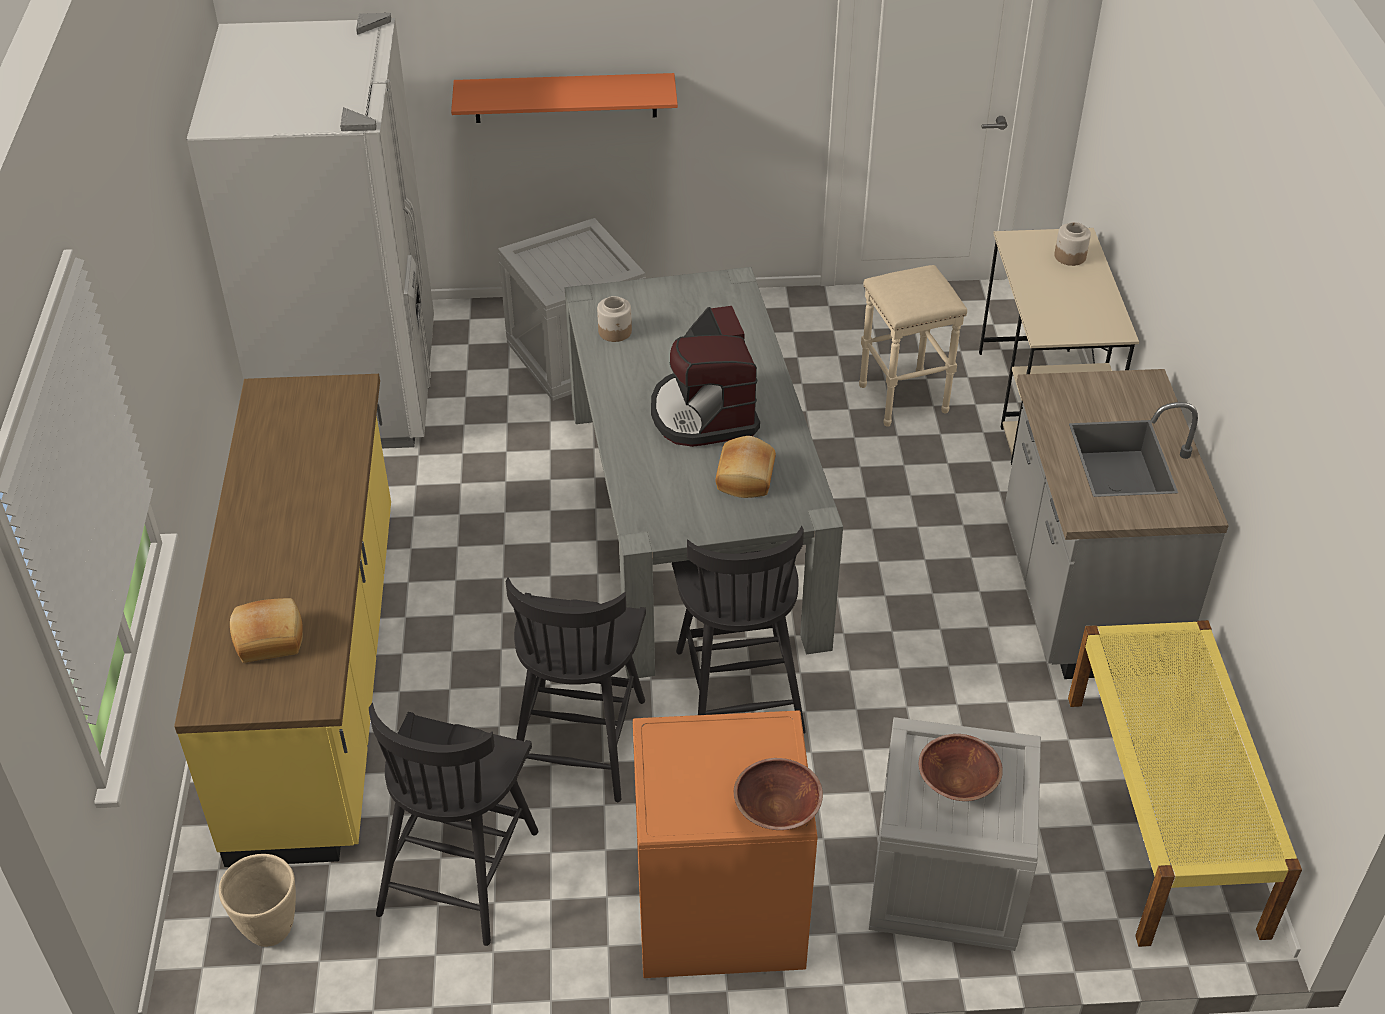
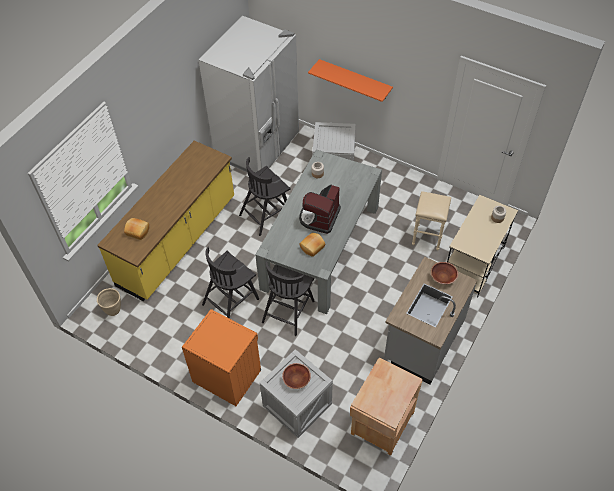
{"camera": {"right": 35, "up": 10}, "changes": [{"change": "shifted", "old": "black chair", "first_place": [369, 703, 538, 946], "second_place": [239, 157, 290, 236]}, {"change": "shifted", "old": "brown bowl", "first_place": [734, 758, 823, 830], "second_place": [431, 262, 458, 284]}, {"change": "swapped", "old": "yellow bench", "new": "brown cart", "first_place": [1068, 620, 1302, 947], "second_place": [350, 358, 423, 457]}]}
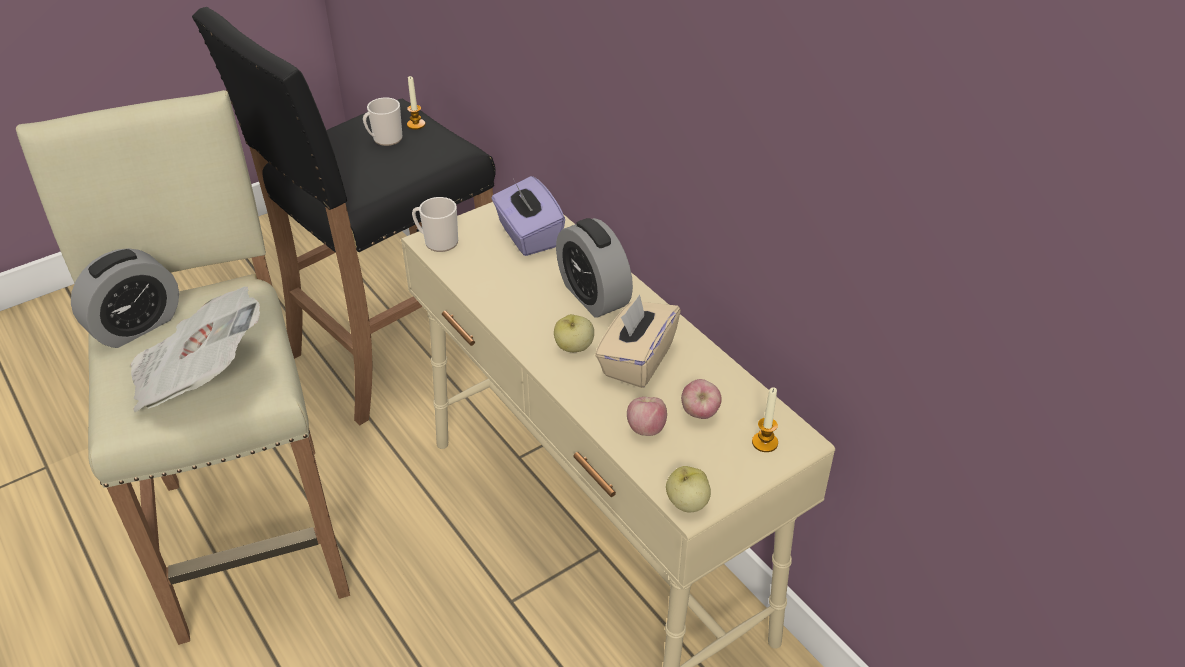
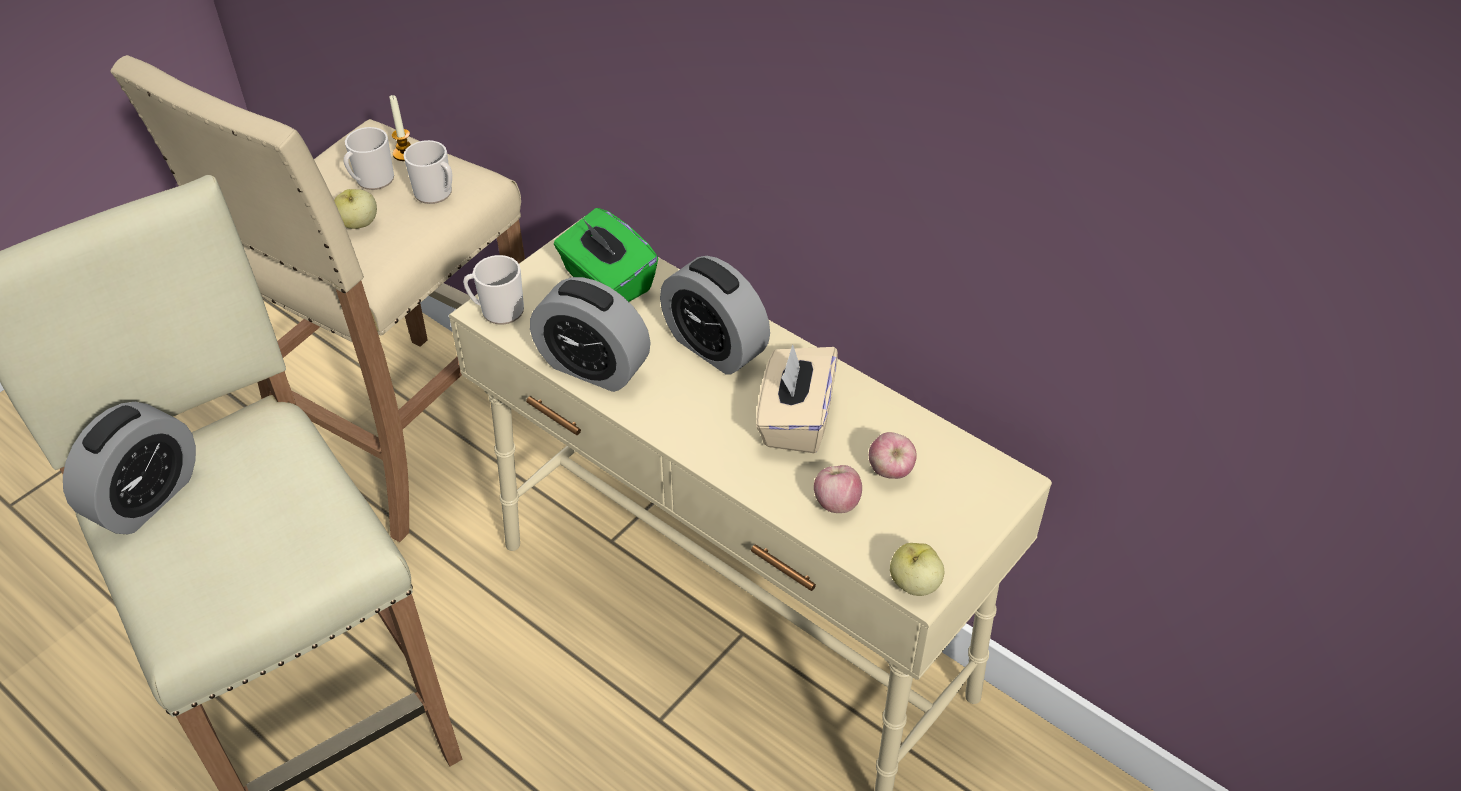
{"camera": {"right": -15, "up": 5}, "changes": [{"change": "gone", "old": "newspaper", "first_place": [131, 286, 260, 412]}, {"change": "repainted", "old": "black stool", "new": "beige stool", "first_place": [192, 7, 496, 426], "second_place": [110, 55, 525, 542]}, {"change": "repainted", "old": "purple tissue box", "new": "green tissue box", "first_place": [491, 176, 565, 256], "second_place": [554, 208, 658, 302]}, {"change": "shifted", "old": "apple", "first_place": [554, 314, 594, 352], "second_place": [334, 189, 377, 229]}, {"change": "gone", "old": "candle", "first_place": [752, 387, 778, 452]}, {"change": "new", "new": "mug", "second_place": [404, 140, 452, 204]}, {"change": "new", "new": "alarm clock", "second_place": [530, 277, 651, 392]}]}
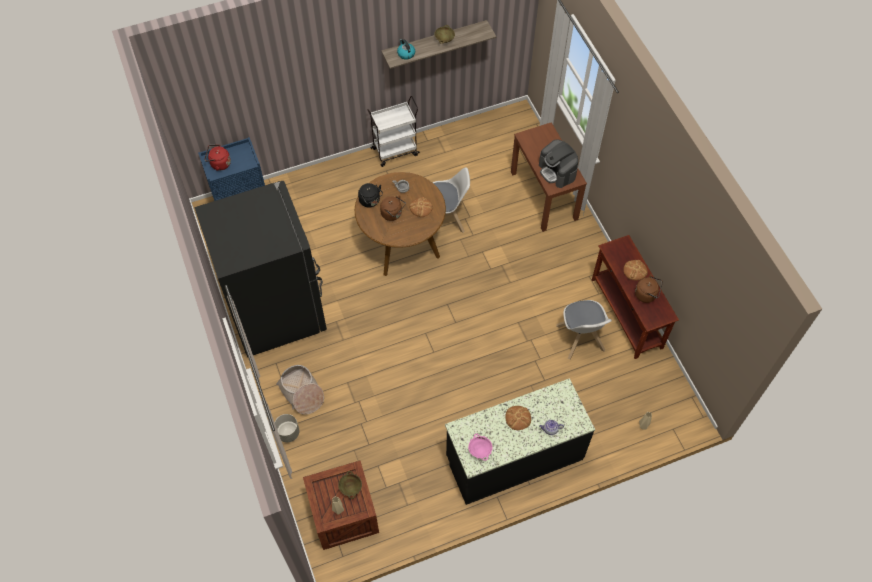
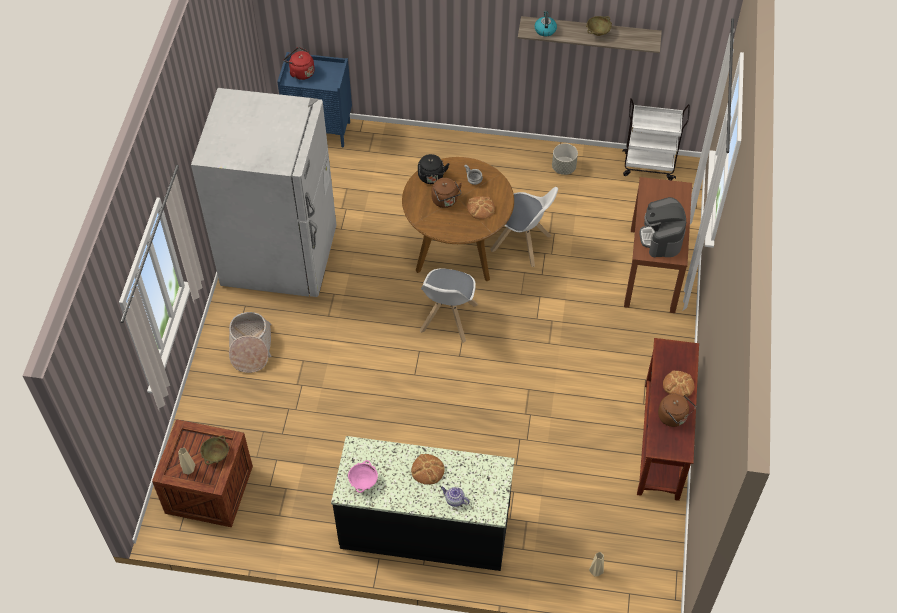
{"camera": {"right": 30, "up": -5}, "changes": [{"change": "repainted", "old": "black fridge", "new": "white fridge", "first_place": [194, 181, 327, 357], "second_place": [191, 88, 336, 297]}, {"change": "shifted", "old": "grey planter", "first_place": [275, 414, 299, 442], "second_place": [552, 143, 578, 175]}, {"change": "shifted", "old": "white cart", "first_place": [367, 96, 420, 167], "second_place": [622, 98, 690, 181]}, {"change": "shifted", "old": "chair", "first_place": [556, 300, 612, 360], "second_place": [420, 268, 478, 343]}]}
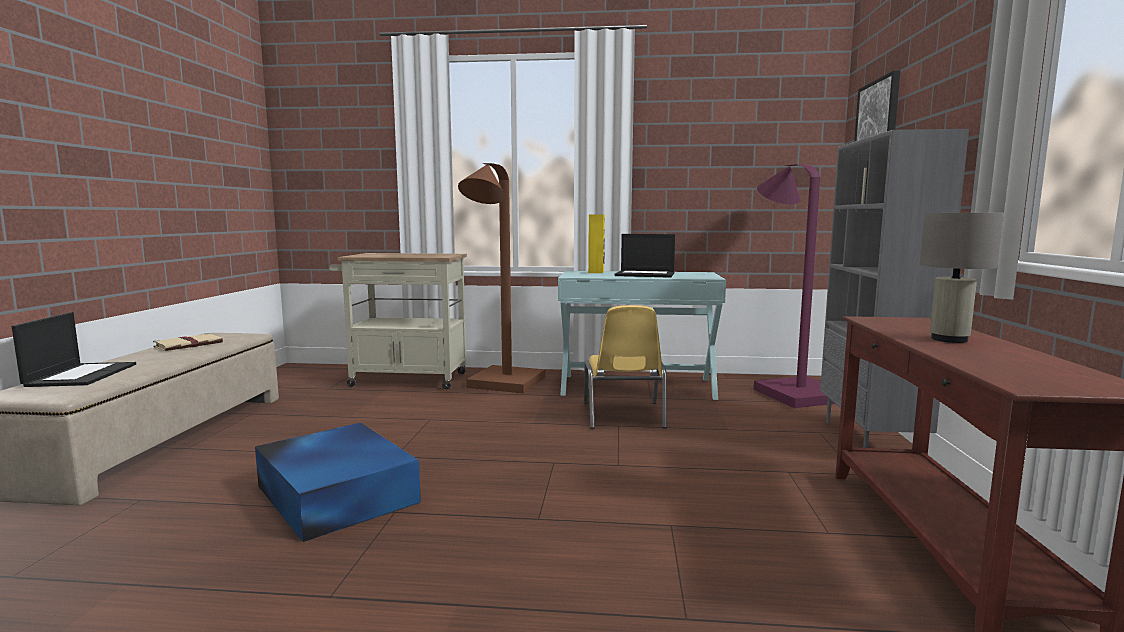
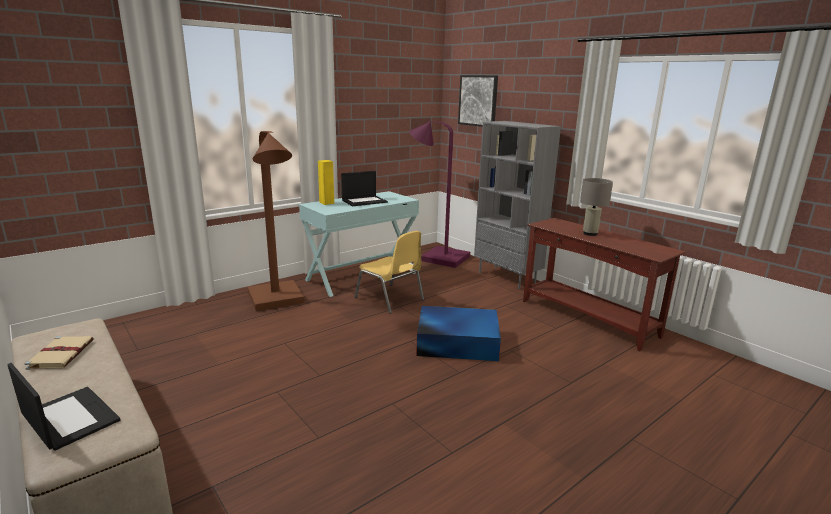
{"camera": {"right": -45, "up": 10}, "changes": [{"change": "shifted", "old": "blue storage box", "first_place": [255, 423, 421, 542], "second_place": [416, 306, 501, 361]}, {"change": "gone", "old": "beige cart", "first_place": [329, 253, 467, 390]}]}
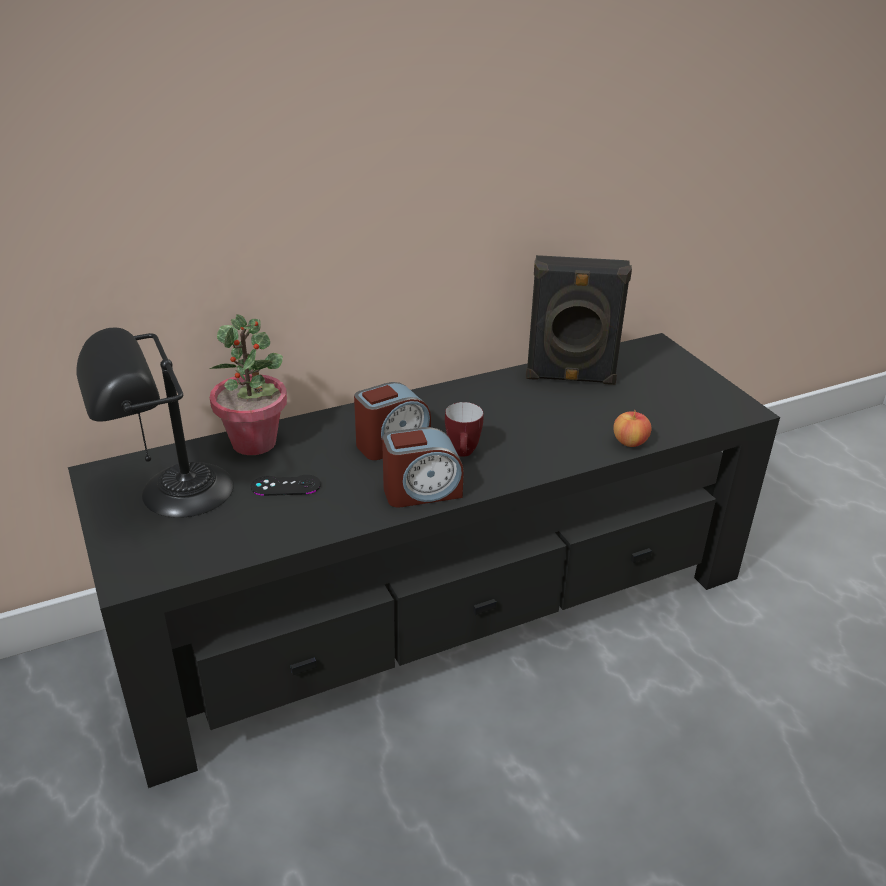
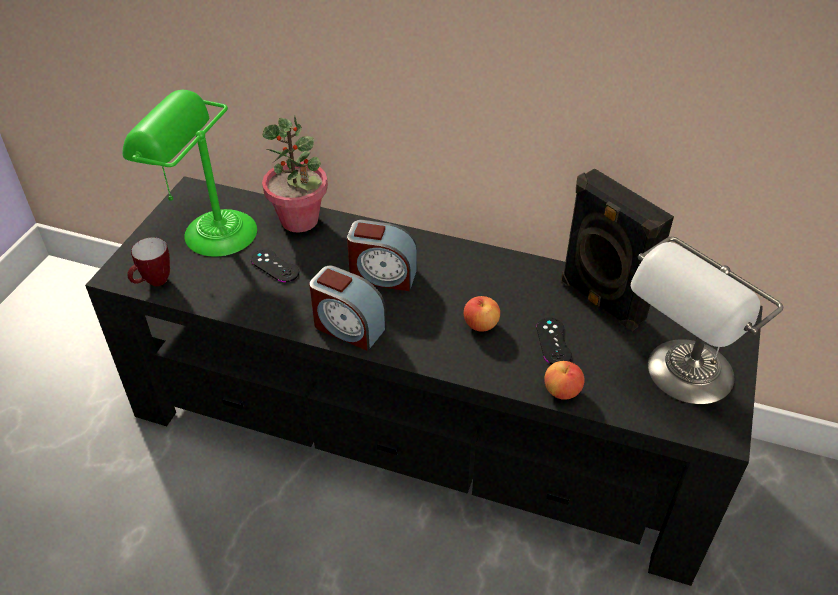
{"camera": {"right": 45, "up": 10}, "changes": [{"change": "repainted", "old": "black table lamp", "new": "green table lamp", "first_place": [76, 328, 234, 518], "second_place": [123, 90, 257, 257]}, {"change": "shifted", "old": "mug", "first_place": [445, 402, 484, 457], "second_place": [127, 237, 170, 286]}, {"change": "new", "new": "apple", "second_place": [464, 296, 500, 332]}, {"change": "new", "new": "black game controller", "second_place": [536, 317, 572, 364]}, {"change": "new", "new": "white table lamp", "second_place": [631, 237, 783, 404]}]}
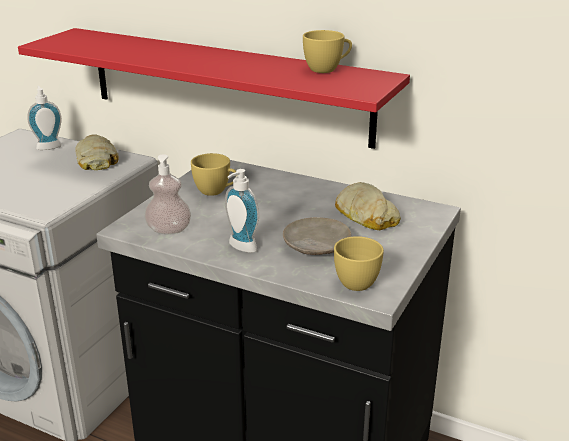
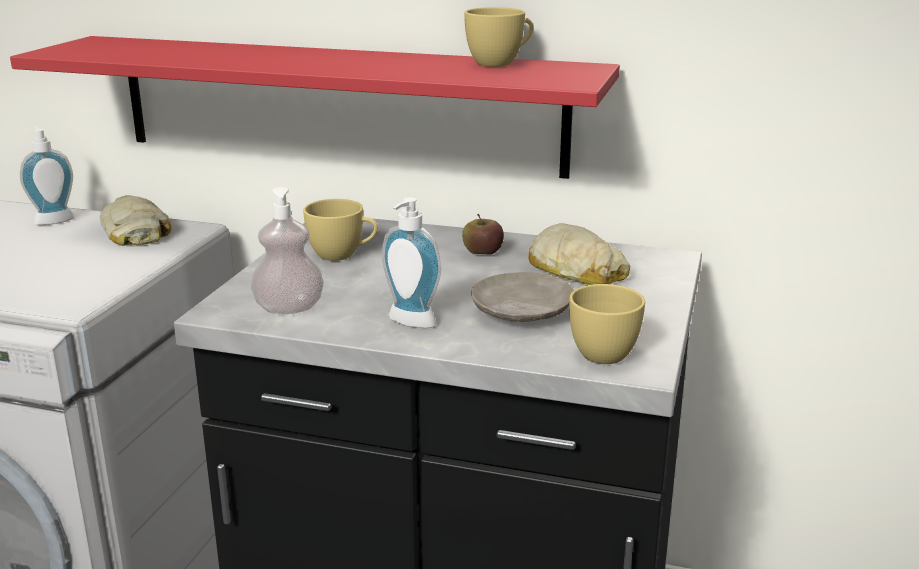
{"camera": {"right": -10, "up": -5}, "changes": [{"change": "new", "new": "apple", "second_place": [462, 214, 504, 255]}]}
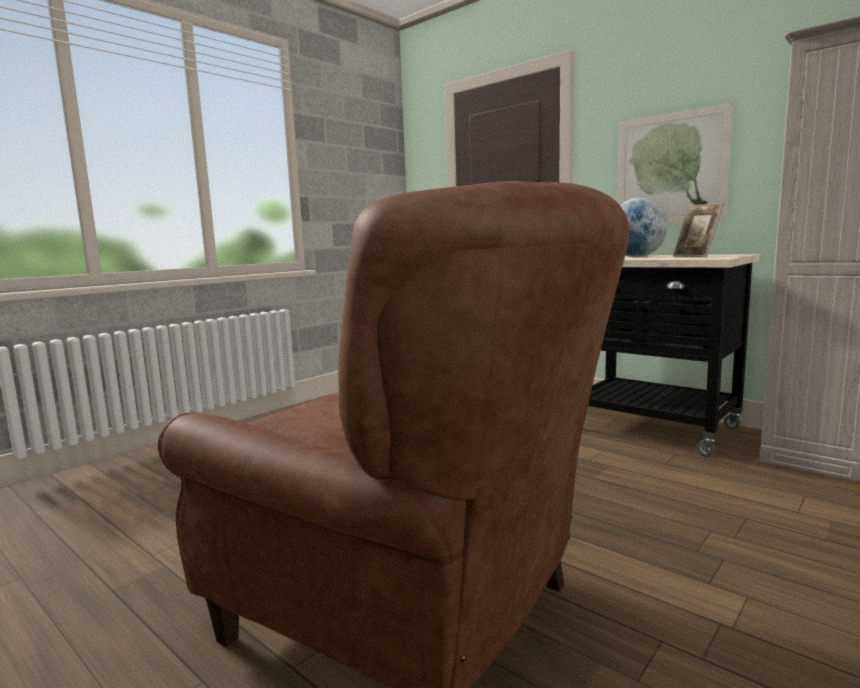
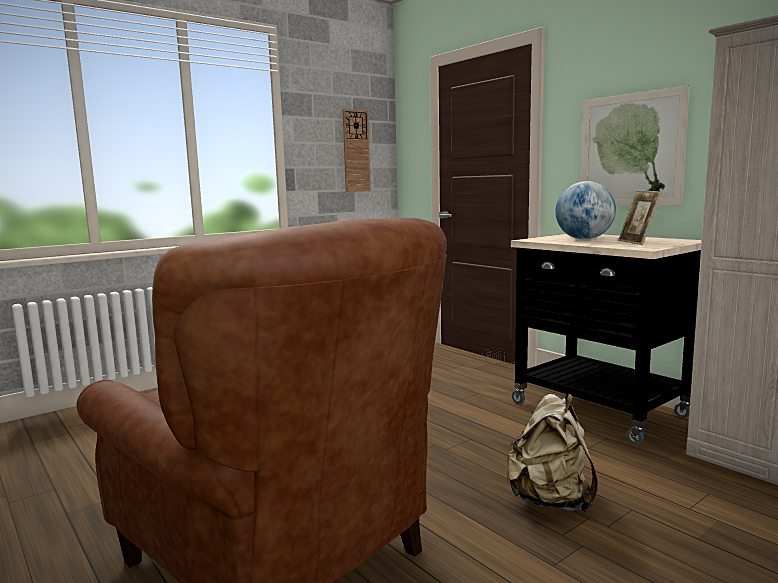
{"camera": {"right": 10, "up": 0}, "changes": [{"change": "new", "new": "wall clock", "second_place": [342, 109, 371, 192]}, {"change": "new", "new": "beige backpack", "second_place": [506, 394, 598, 512]}]}
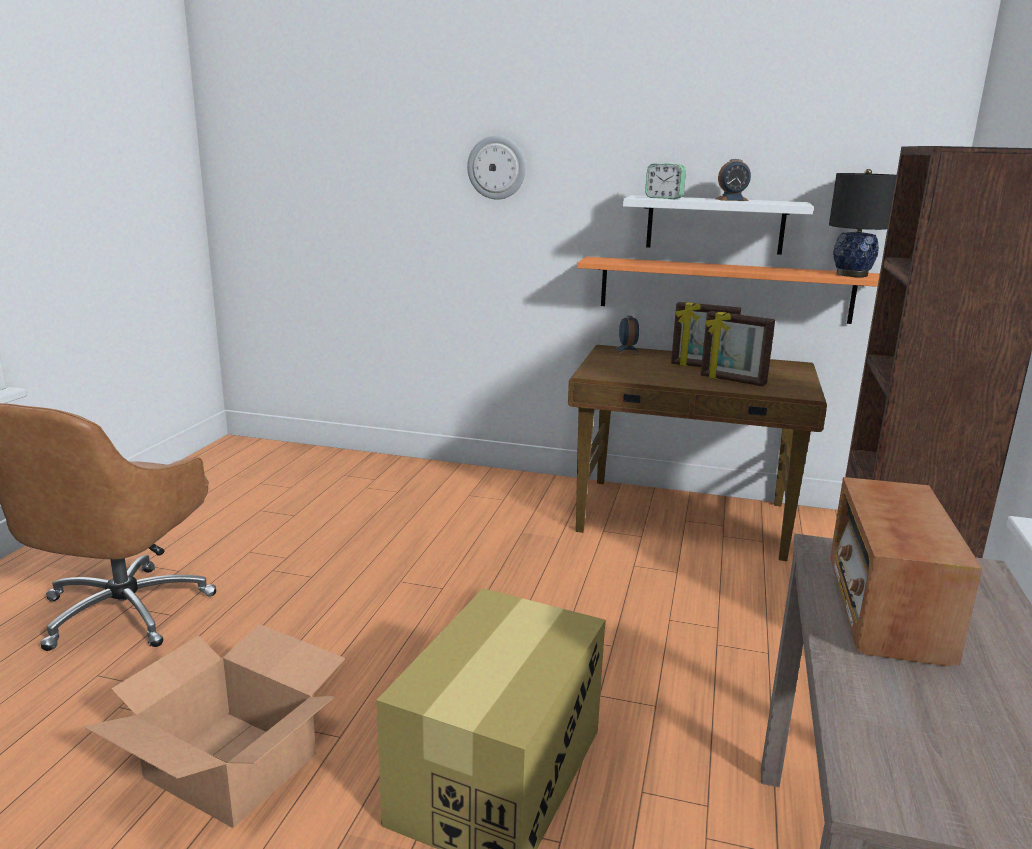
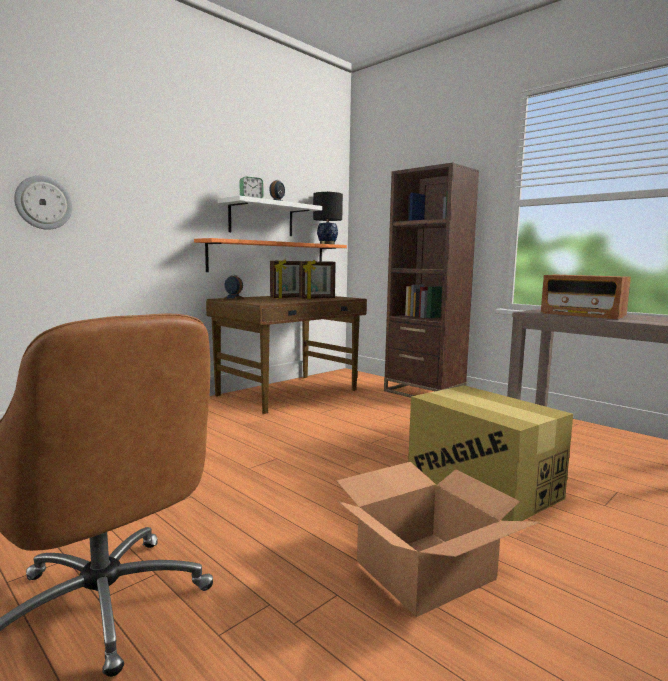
{"camera": {"right": -60, "up": -10}, "changes": [{"change": "shifted", "old": "wall clock", "first_place": [467, 136, 526, 200], "second_place": [14, 176, 73, 230]}]}
